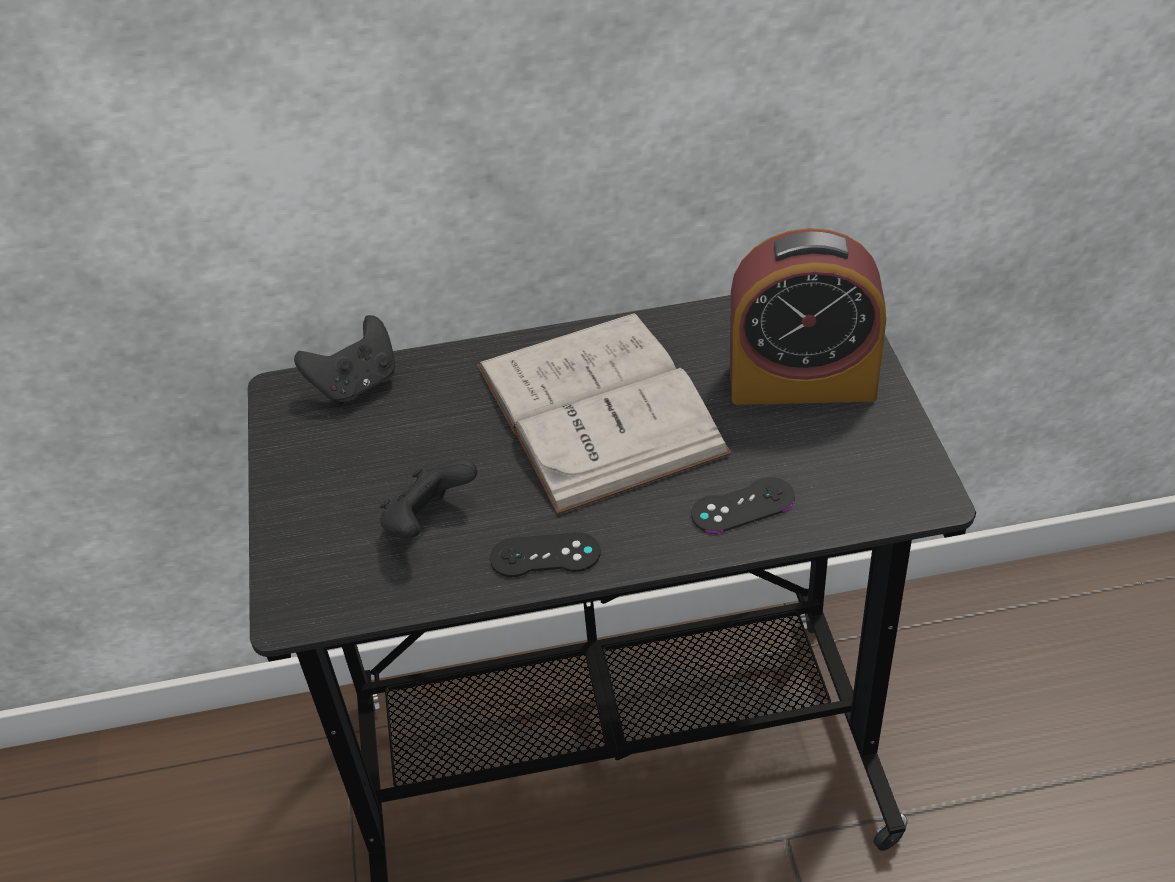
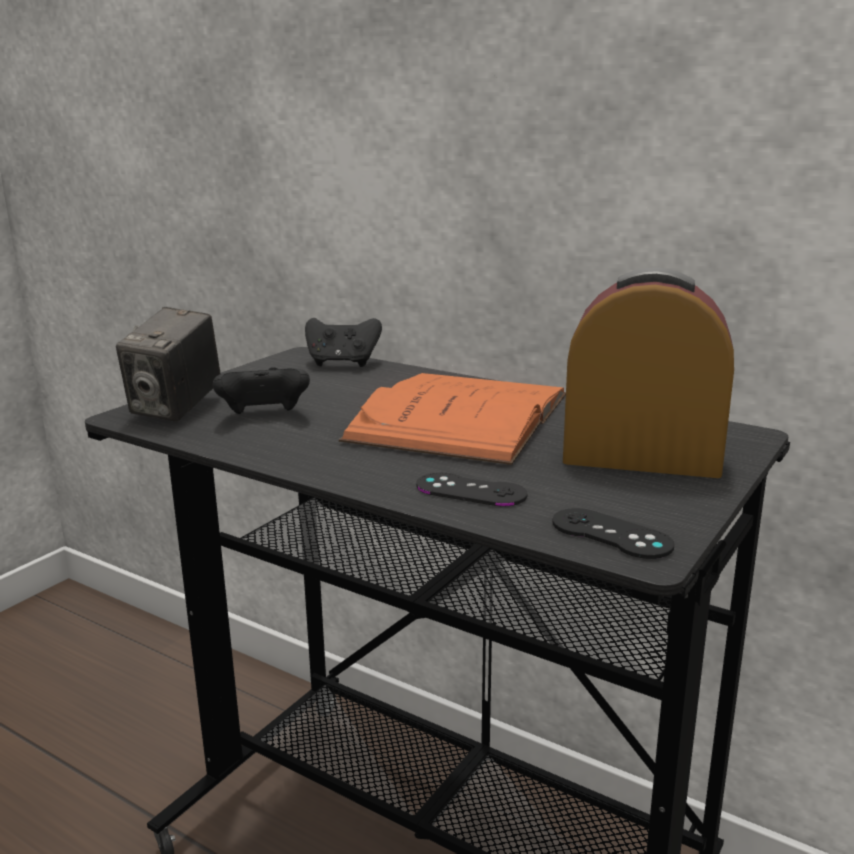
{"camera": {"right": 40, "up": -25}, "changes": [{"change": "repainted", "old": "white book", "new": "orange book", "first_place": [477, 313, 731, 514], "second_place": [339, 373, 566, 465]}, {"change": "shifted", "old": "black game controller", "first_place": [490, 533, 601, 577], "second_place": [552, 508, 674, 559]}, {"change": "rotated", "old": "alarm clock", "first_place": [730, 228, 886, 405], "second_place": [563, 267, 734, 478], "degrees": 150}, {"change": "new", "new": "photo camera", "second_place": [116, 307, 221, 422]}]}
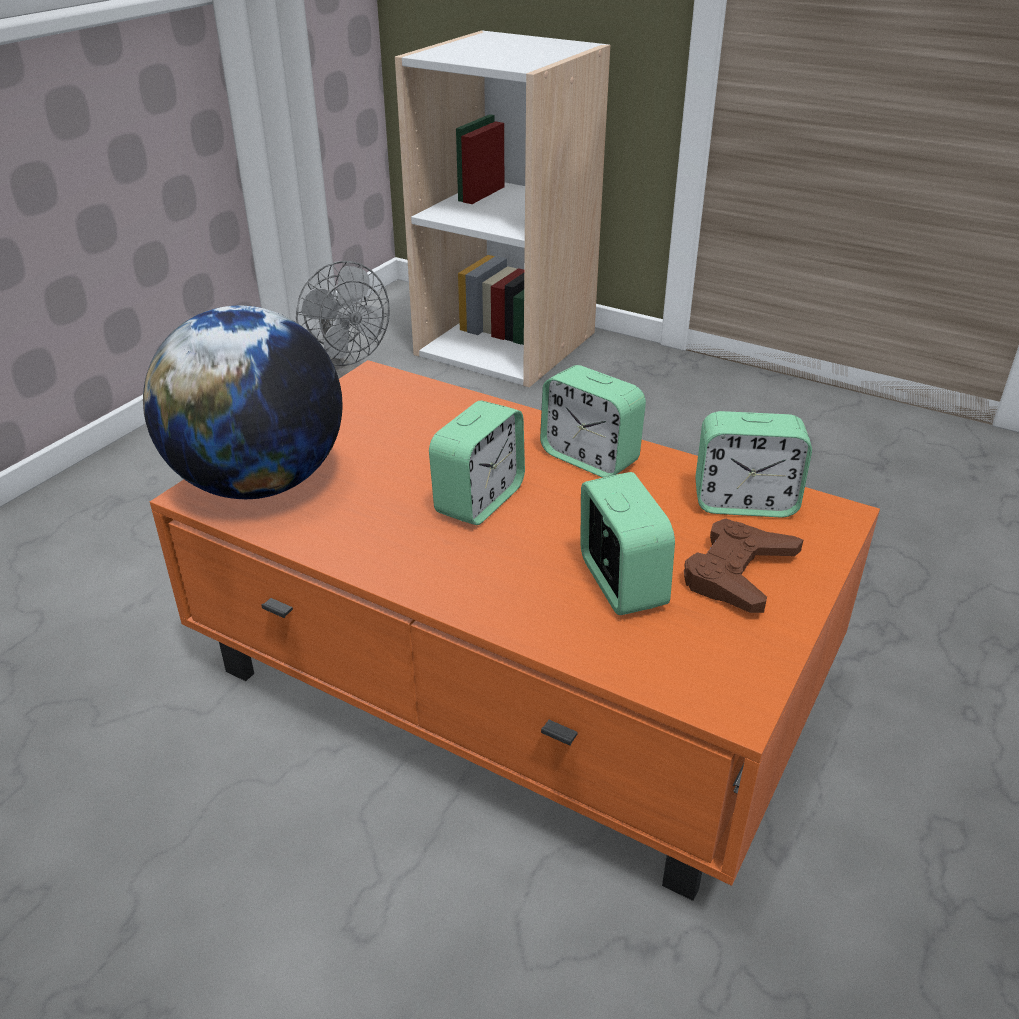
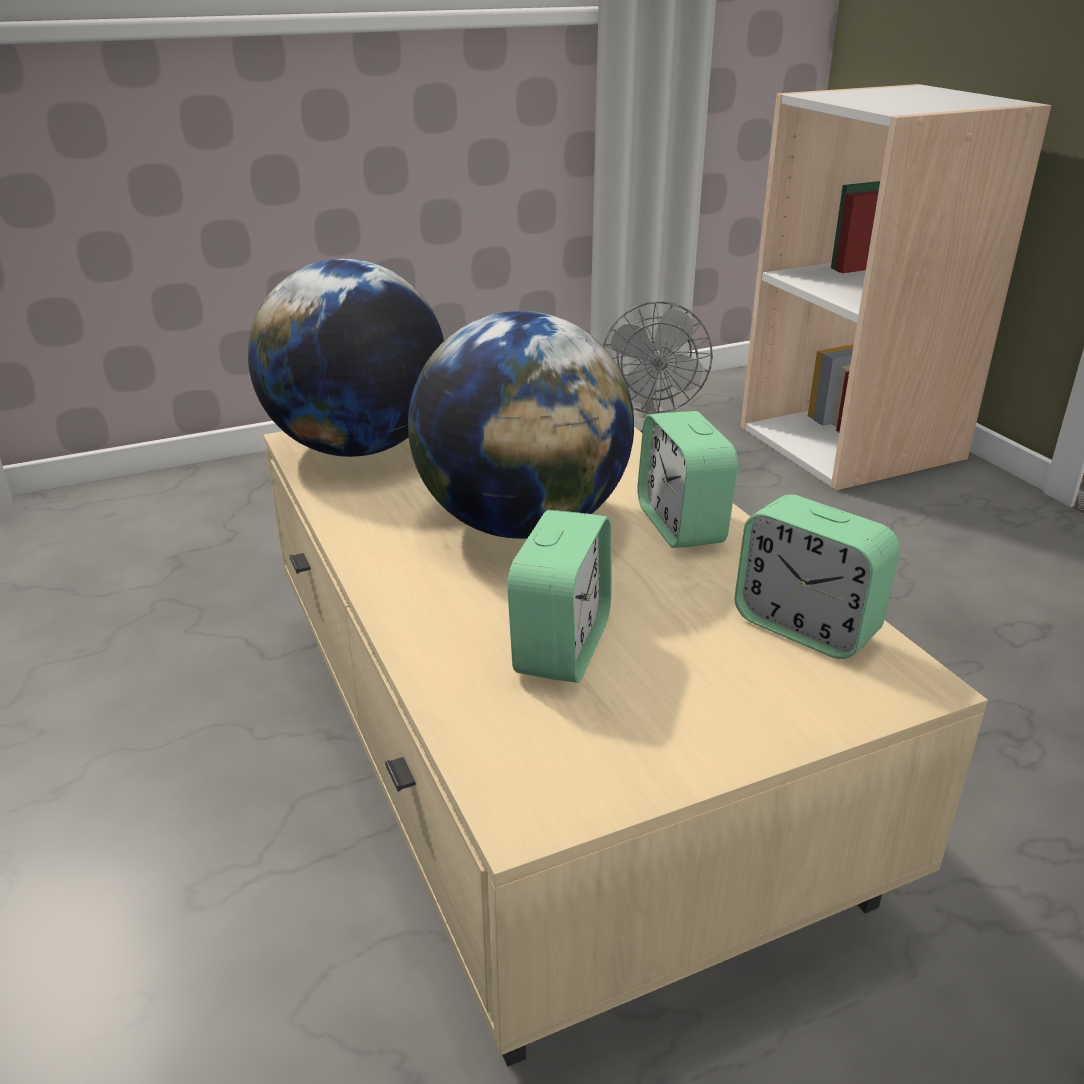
{"camera": {"right": 35, "up": -5}, "changes": [{"change": "repainted", "old": "orange coffee table", "new": "beige coffee table", "first_place": [150, 360, 880, 901], "second_place": [264, 427, 988, 1067]}, {"change": "swapped", "old": "alarm clock", "new": "globe", "first_place": [429, 400, 525, 525], "second_place": [408, 311, 634, 539]}, {"change": "gone", "old": "brown game controller", "first_place": [684, 518, 803, 613]}]}
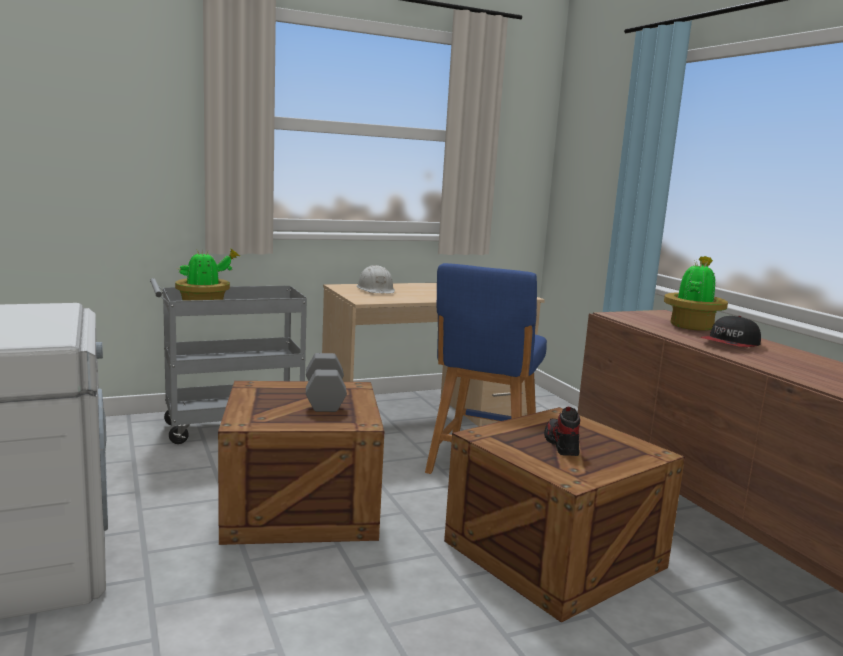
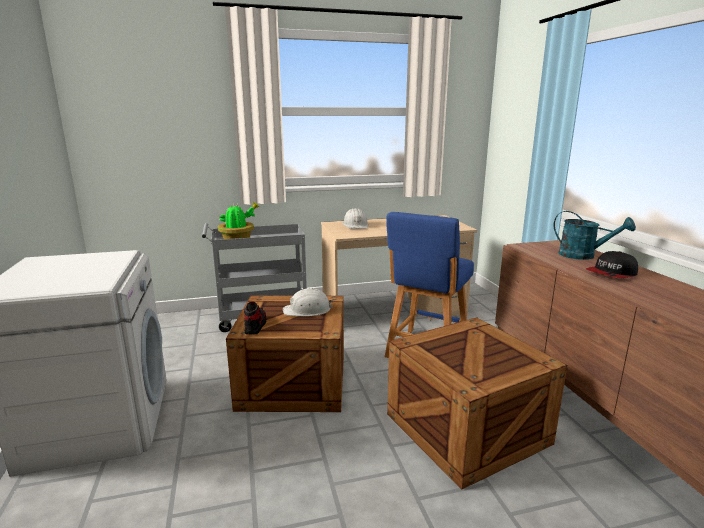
{"camera": {"right": 10, "up": 5}, "changes": [{"change": "swapped", "old": "grey dumbbell", "new": "white hard hat", "first_place": [306, 353, 347, 412], "second_place": [283, 288, 333, 316]}, {"change": "shifted", "old": "shoe", "first_place": [544, 407, 580, 456], "second_place": [244, 301, 267, 335]}, {"change": "swapped", "old": "potted plant", "new": "turquoise watering can", "first_place": [664, 256, 728, 331], "second_place": [553, 211, 636, 260]}]}
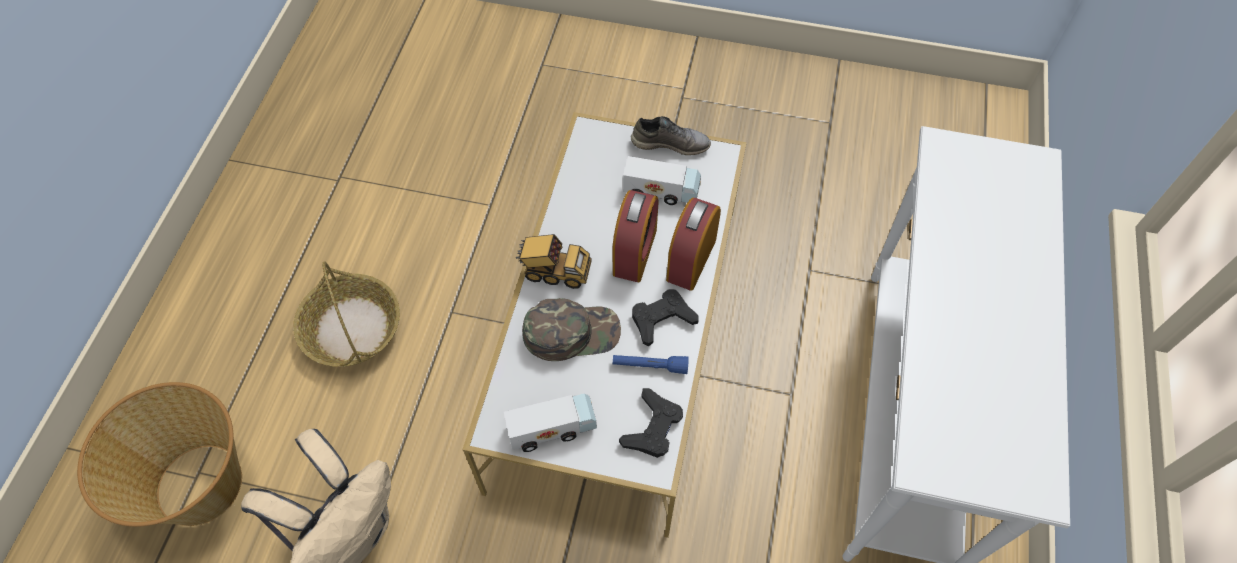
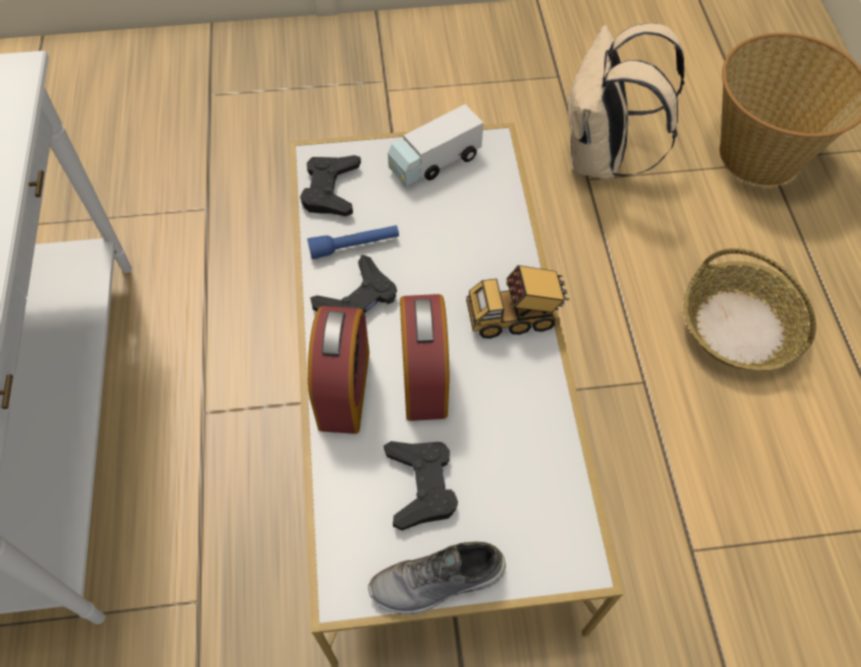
{"camera": {"right": 160, "up": 0}, "changes": [{"change": "gone", "old": "green cap", "first_place": [522, 298, 621, 361]}, {"change": "swapped", "old": "toy truck", "new": "black game controller", "first_place": [623, 156, 701, 205], "second_place": [384, 441, 458, 530]}]}
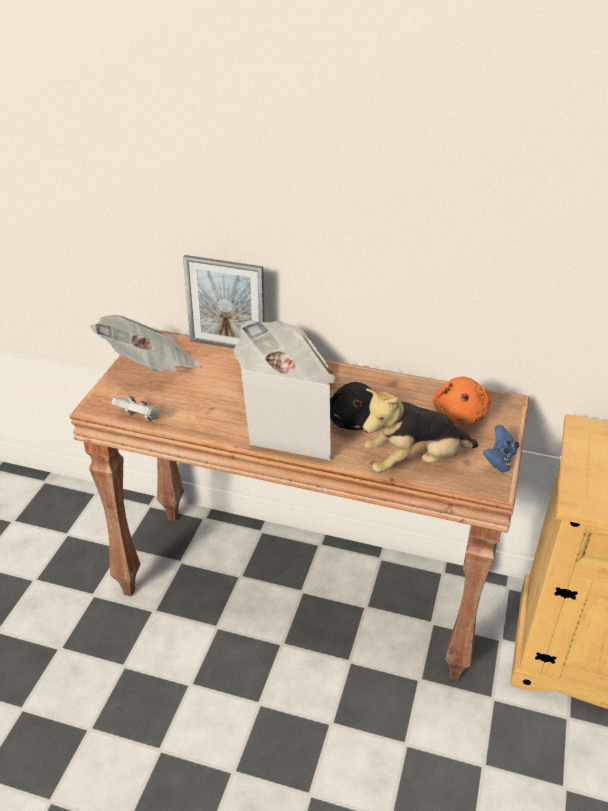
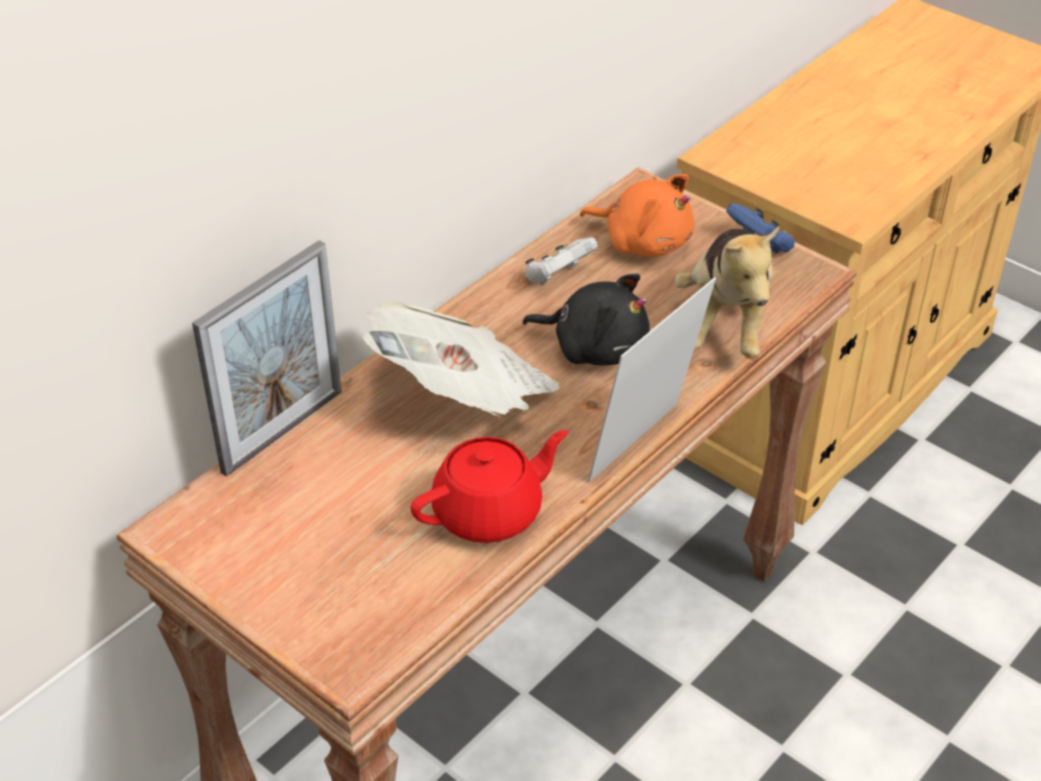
{"camera": {"right": -65, "up": 5}, "changes": [{"change": "gone", "old": "newspaper", "first_place": [90, 315, 201, 372]}, {"change": "shifted", "old": "white game controller", "first_place": [111, 396, 160, 421], "second_place": [525, 237, 598, 285]}, {"change": "new", "new": "red teapot", "second_place": [410, 430, 568, 543]}]}
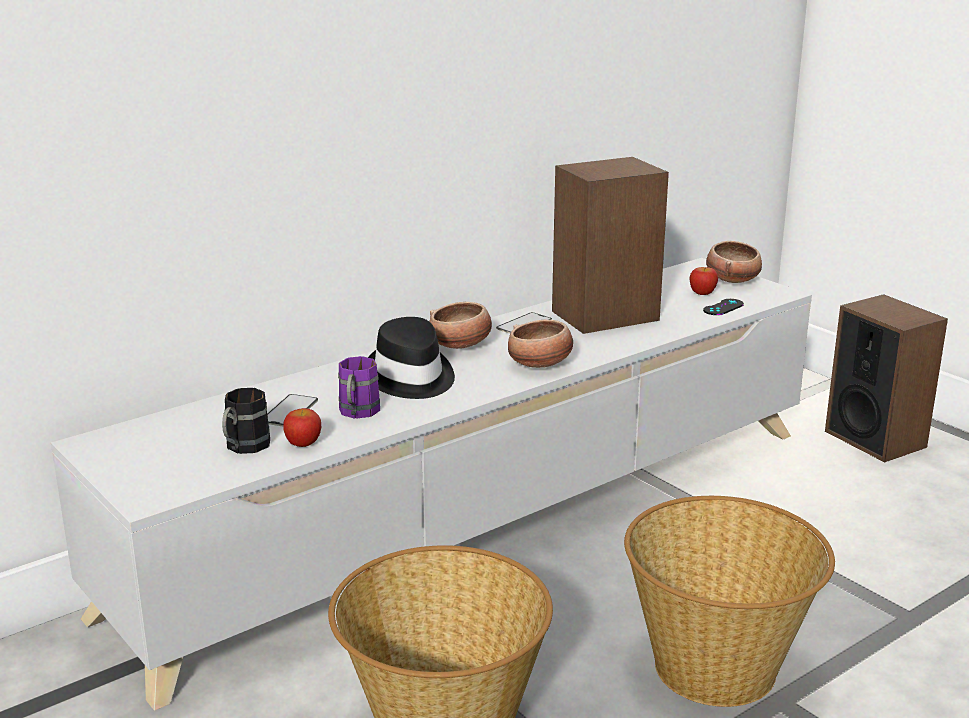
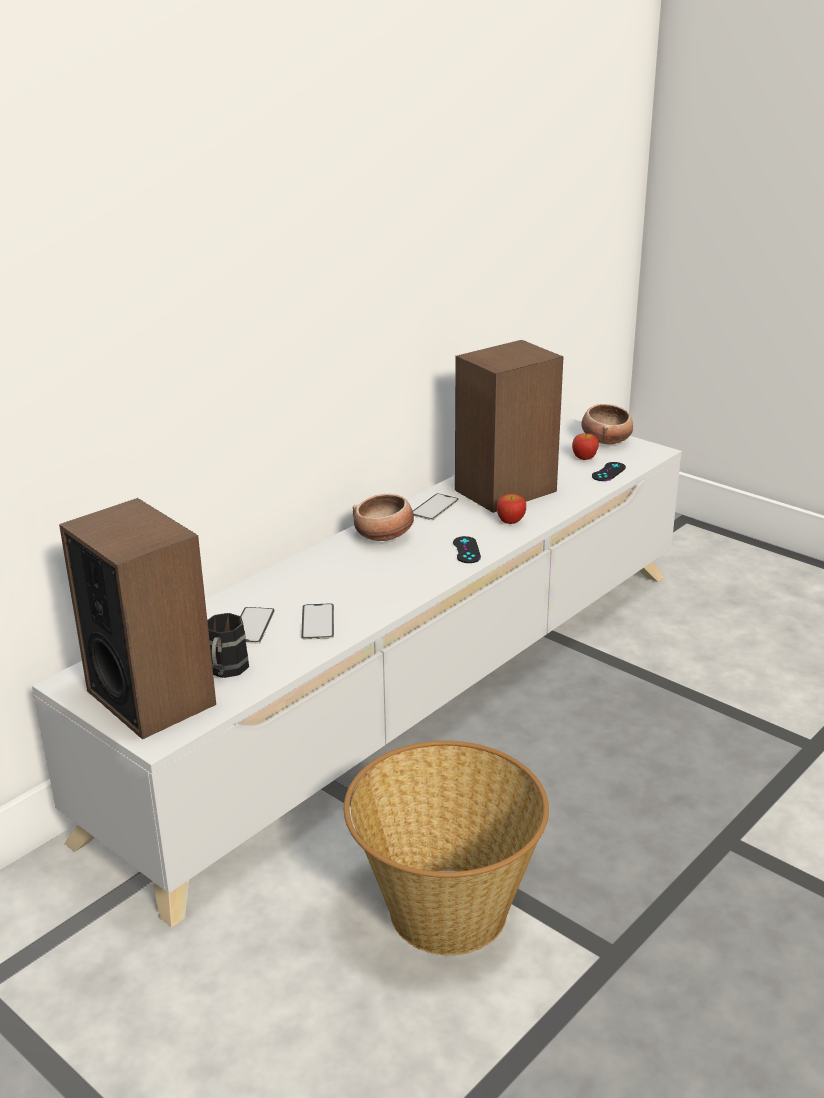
{"camera": {"right": -10, "up": 5}, "changes": [{"change": "shifted", "old": "apple", "first_place": [283, 408, 321, 447], "second_place": [497, 494, 526, 524]}, {"change": "swapped", "old": "purple mug", "new": "phone", "first_place": [338, 356, 380, 419], "second_place": [301, 603, 334, 640]}, {"change": "gone", "old": "black hat", "first_place": [368, 317, 455, 399]}, {"change": "swapped", "old": "bowl", "new": "black game controller", "first_place": [508, 320, 573, 368], "second_place": [453, 536, 481, 563]}, {"change": "gone", "old": "basket", "first_place": [624, 496, 835, 707]}, {"change": "shifted", "old": "speaker", "first_place": [825, 294, 948, 462], "second_place": [59, 498, 216, 740]}]}
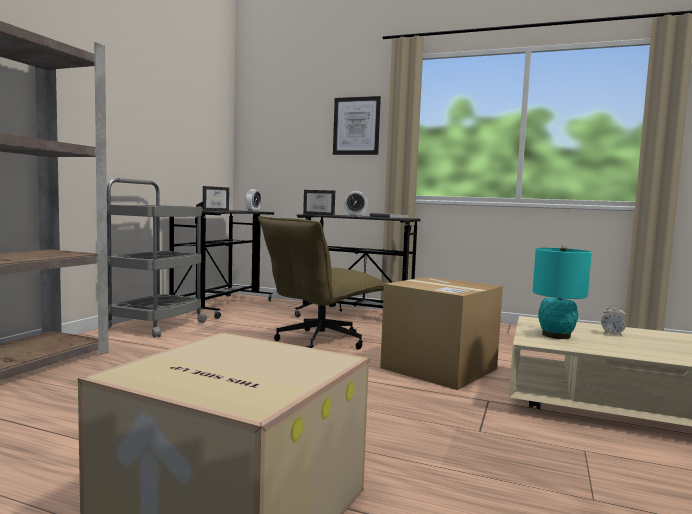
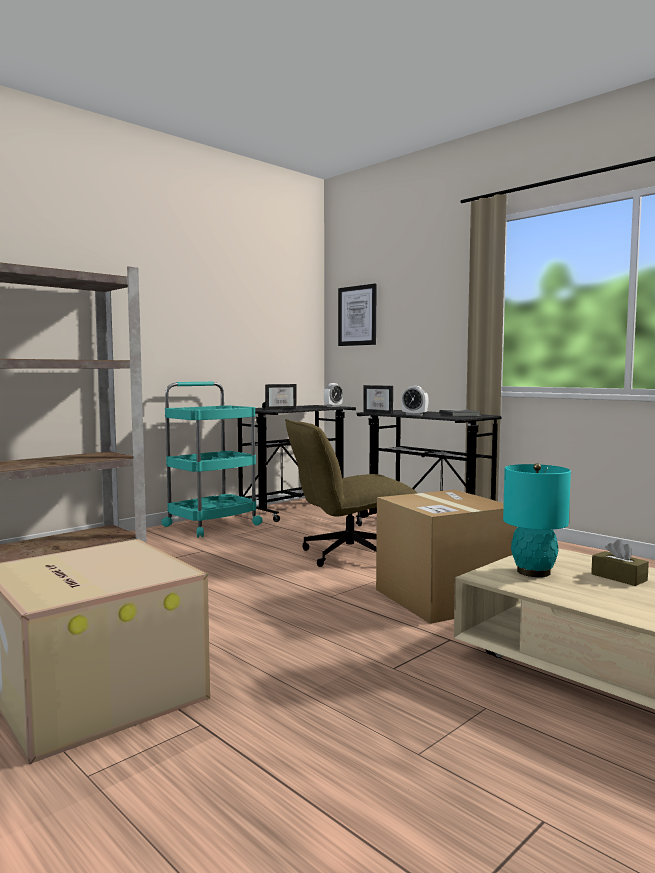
{"camera": {"right": 25, "up": 0}, "changes": [{"change": "repainted", "old": "grey cart", "new": "turquoise cart", "first_place": [107, 178, 207, 338], "second_place": [162, 382, 263, 537]}, {"change": "shifted", "old": "picture", "first_place": [333, 96, 381, 155], "second_place": [338, 284, 377, 346]}, {"change": "swapped", "old": "alarm clock", "new": "brown tissue box", "first_place": [601, 305, 626, 336], "second_place": [591, 539, 649, 586]}]}
